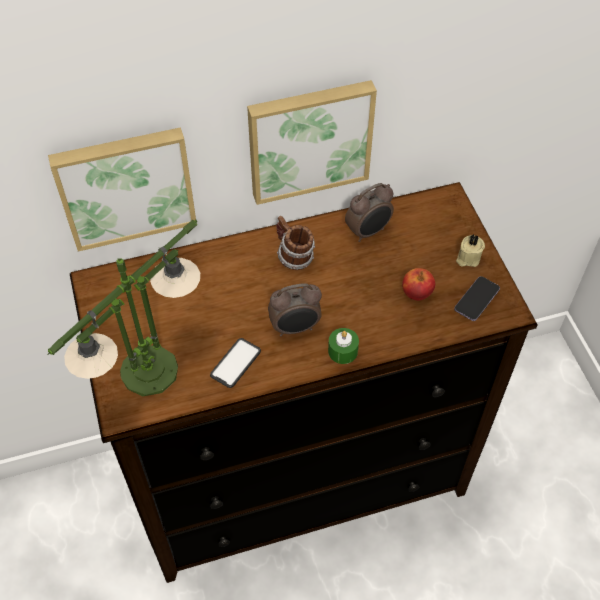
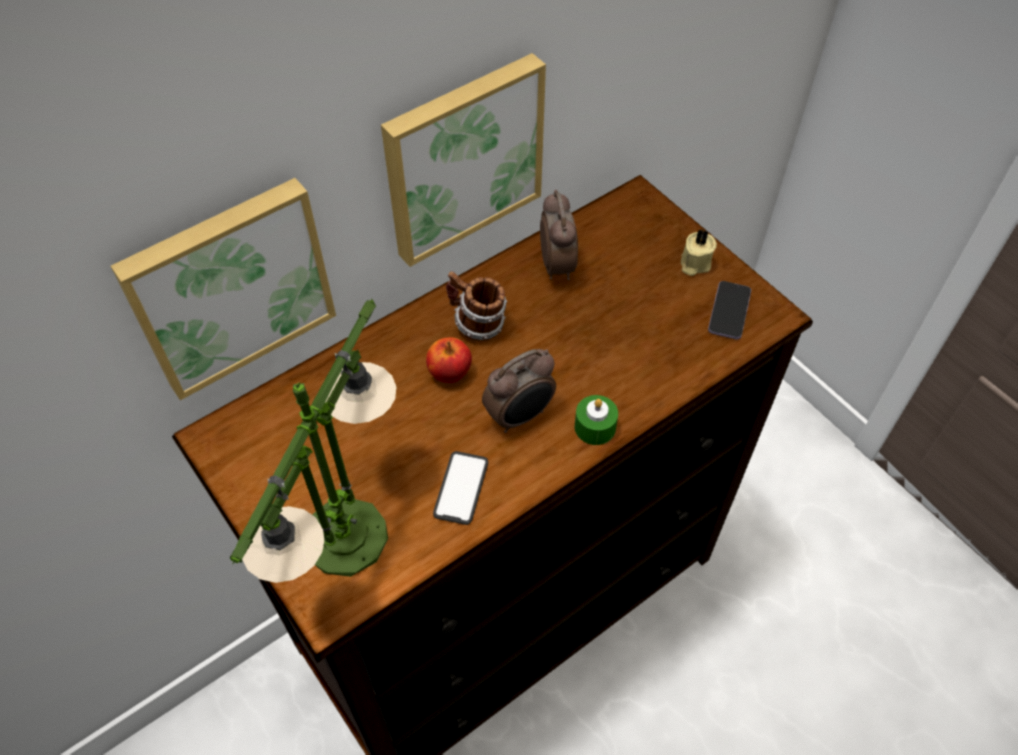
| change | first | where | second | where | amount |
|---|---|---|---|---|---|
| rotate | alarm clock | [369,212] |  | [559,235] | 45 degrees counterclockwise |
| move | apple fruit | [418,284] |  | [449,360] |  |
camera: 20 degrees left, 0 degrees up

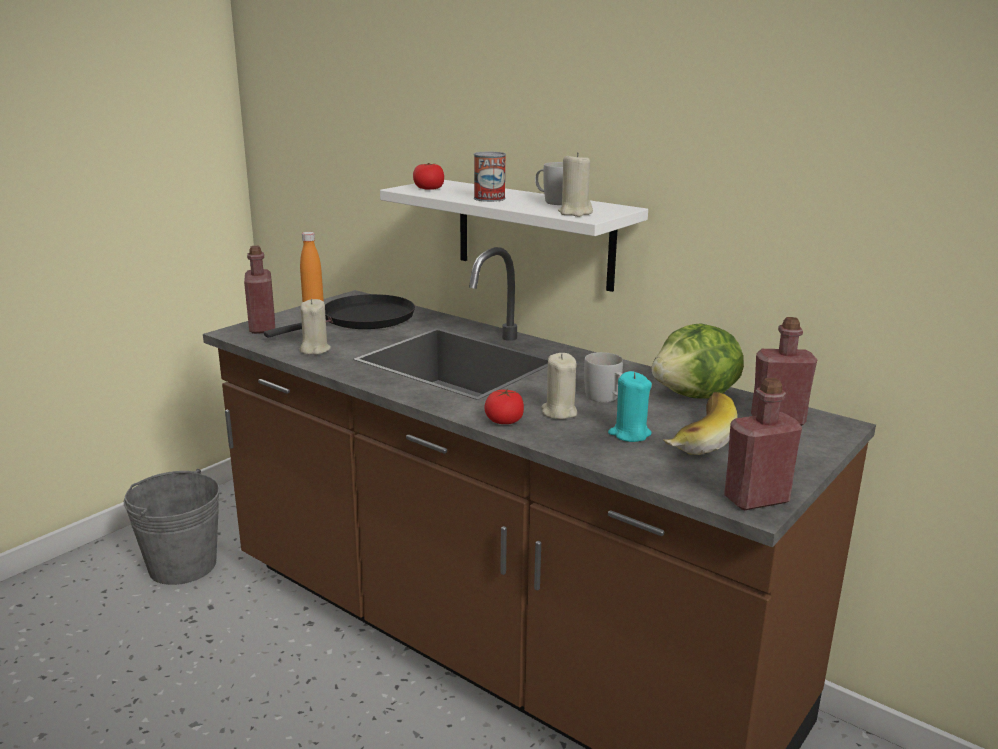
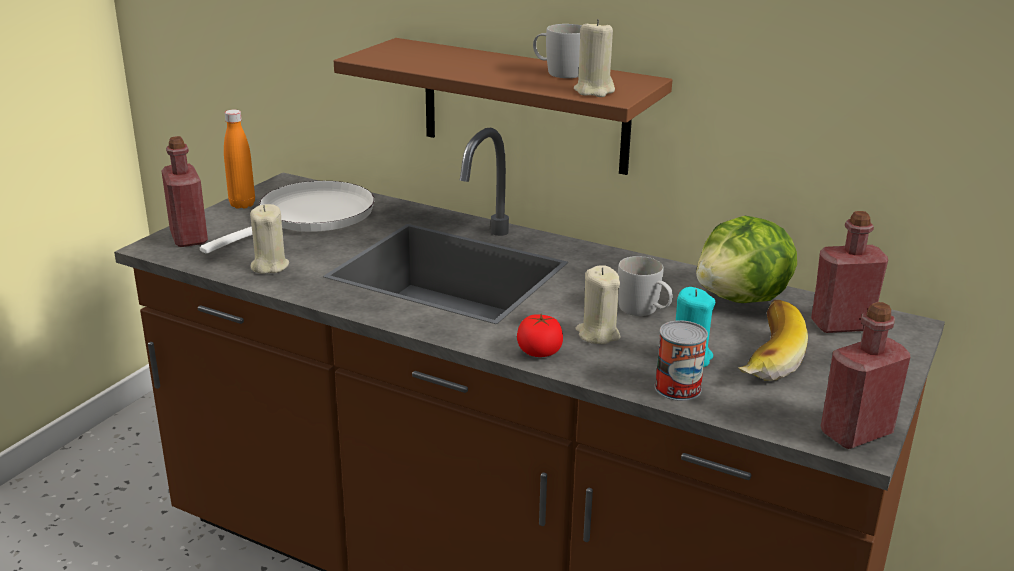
| change | first | where | second | where | amount |
|---|---|---|---|---|---|
| move | can | [490,177] |  | [681,360] |  |
| delete | whole tomato | [428,176] |  |  |  |
| recolor | white bracket shelf | [514,236] | brown-coloured bracket shelf | [503,106] |  |
| recolor | black frying pan | [339,316] | white frying pan | [287,217] |  |
| delete | grey bucket | [172,527] |  |  |  |
camera: 10 degrees left, 5 degrees up

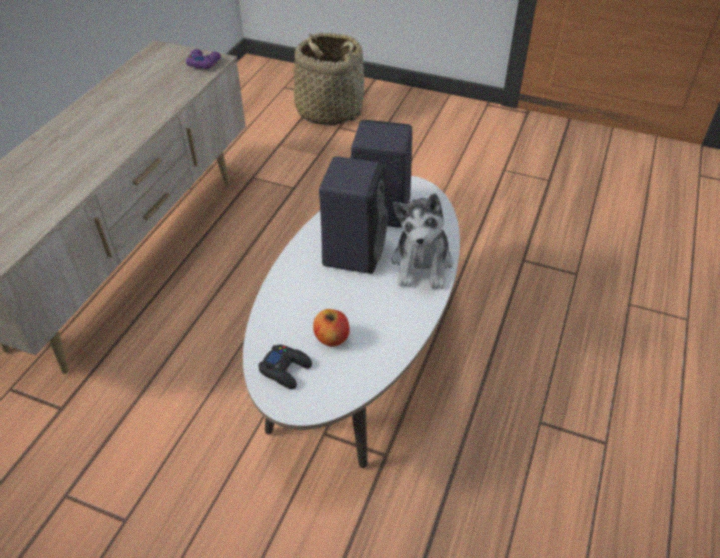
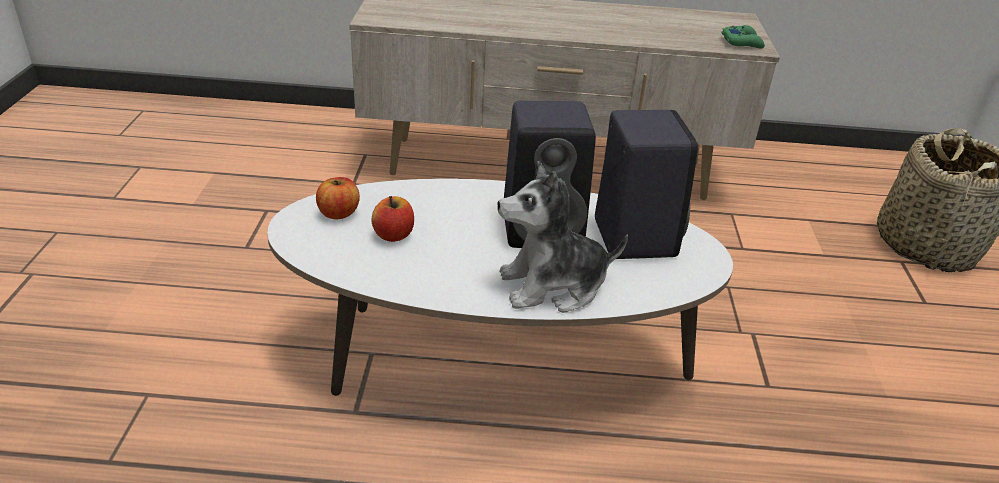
| change | first | where | second | where | amount |
|---|---|---|---|---|---|
| recolor | purple gamepad | [203,59] | green gamepad | [743,36] |  |
| replace | black gamepad | [285,367] | apple fruit | [338,198] |  |
camera: 70 degrees right, 10 degrees down

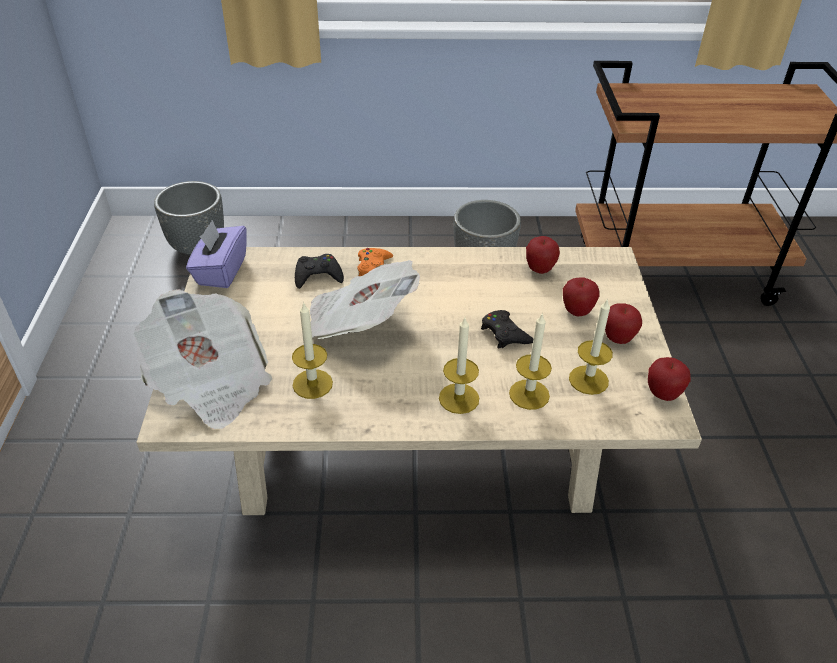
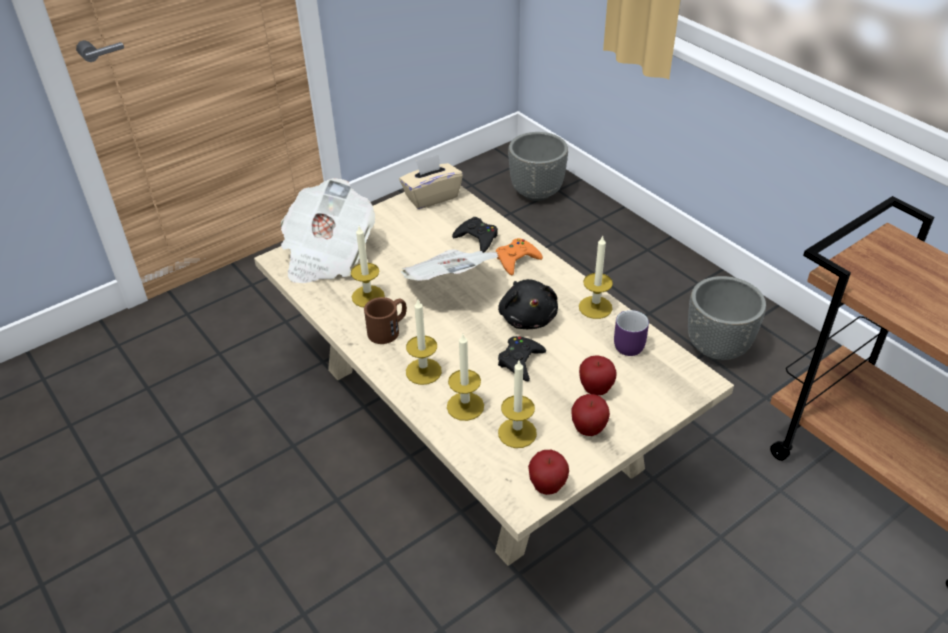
| change | first | where | second | where | amount |
|---|---|---|---|---|---|
| recolor | purple box of tissues | [216,254] | beige box of tissues | [431,181] |  |
| replace | apple fruit | [543,255] | purple mug | [631,333] |  |
| insert |  |  | candle | [596,277] |  |
| insert |  |  | black plush toy | [528,304] |  |
| insert |  |  | brown-coloured mug | [385,320] |  |
camera: 55 degrees right, 0 degrees up

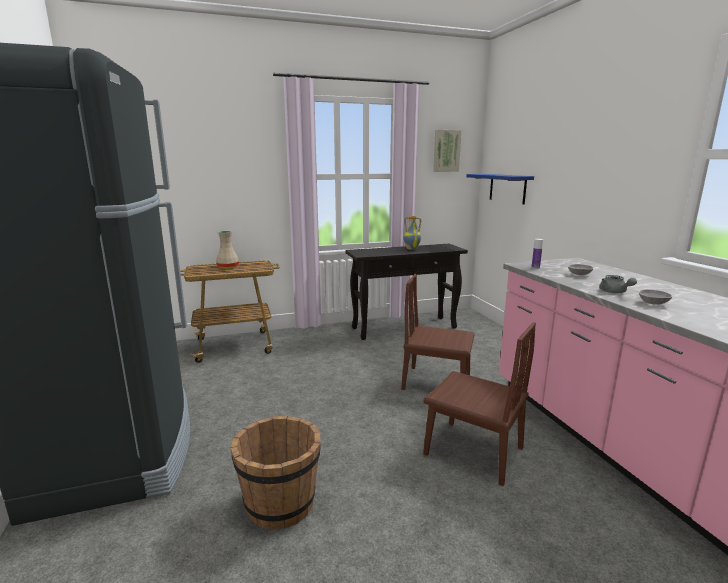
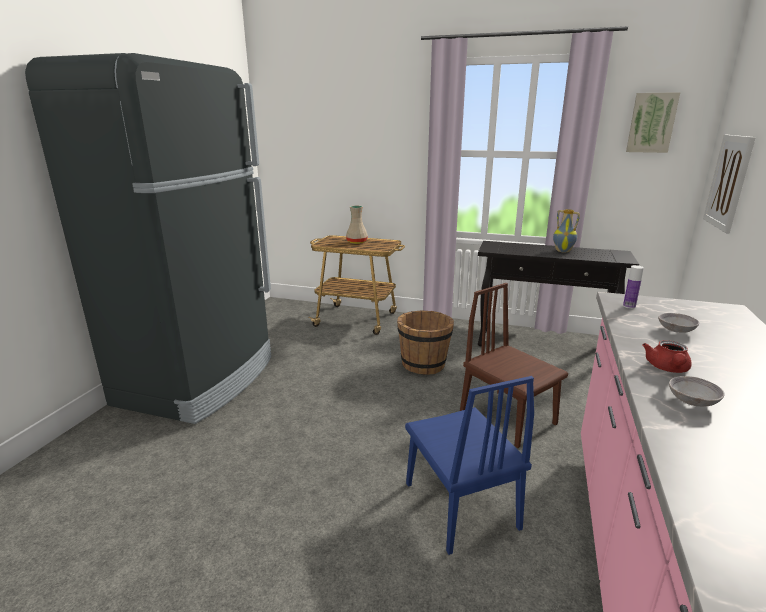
| change | first | where | second | where | amount |
|---|---|---|---|---|---|
| replace | blue bracket shelf | [500,189] | picture | [729,184] |  |
| recolor | grey pot for tea | [618,284] | reddish pot for tea | [667,356] |  |
| recolor | brown-coloured upright chair | [479,404] | blue upright chair | [469,465] |  |
| move | brown-coloured bucket | [275,472] |  | [425,343] |  |
camera: 35 degrees right, 5 degrees up

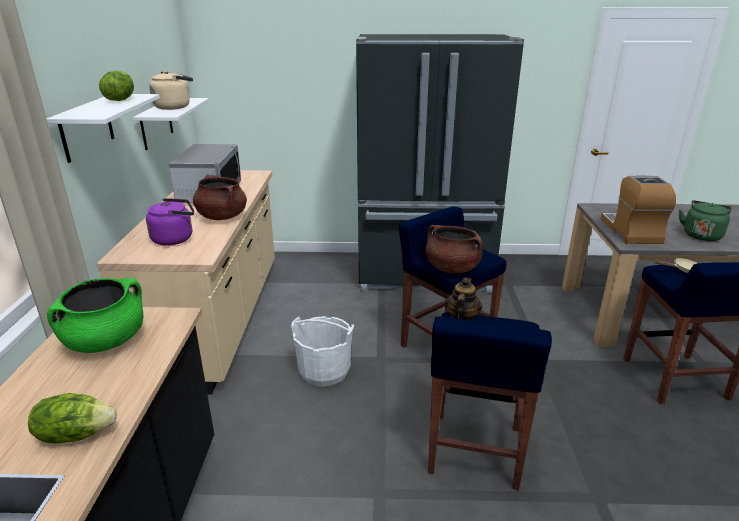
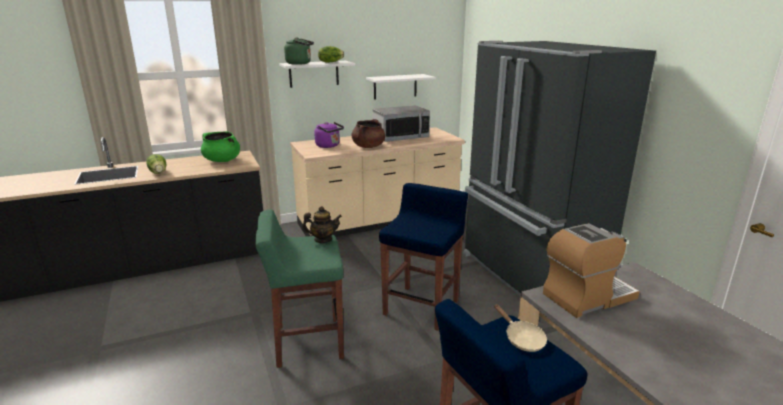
| change | first | where | second | where | amount |
|---|---|---|---|---|---|
| delete | beige water kettle | [171,90] |  |  |  |
| move | green water kettle | [705,220] |  | [299,51] |  |
| delete | brown-coloured cooking pot | [454,249] |  |  |  |
| recolor | blue sitting stool | [490,401] | green sitting stool | [299,288] |  |
| delete | white bucket | [322,351] |  |  |  |
camera: 65 degrees right, 5 degrees down

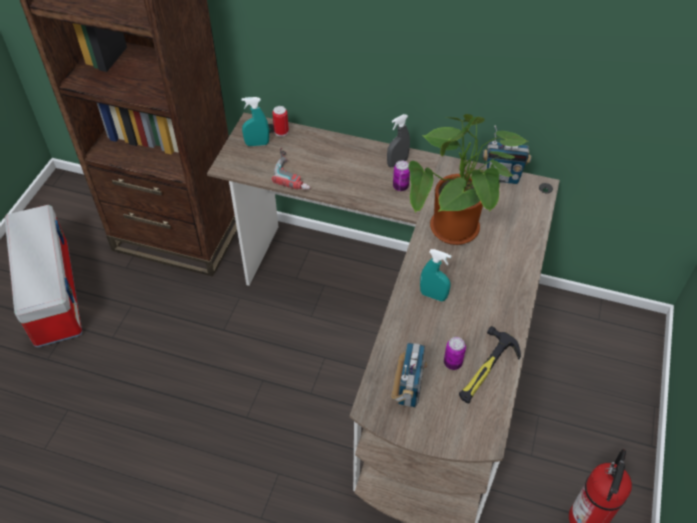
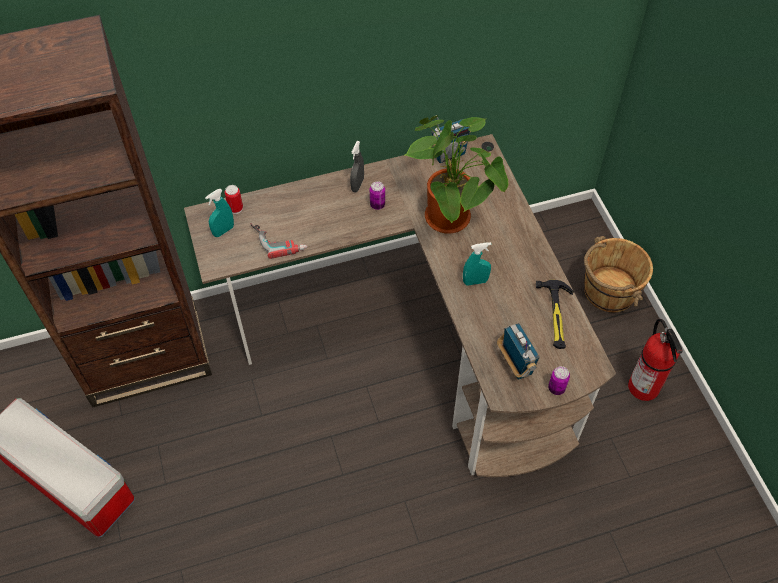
| change | first | where | second | where | amount |
|---|---|---|---|---|---|
| move | can | [455,353] |  | [559,380] |  |
| insert |  |  | brown-coloured bucket | [618,274] |  |
camera: 35 degrees left, 5 degrees up

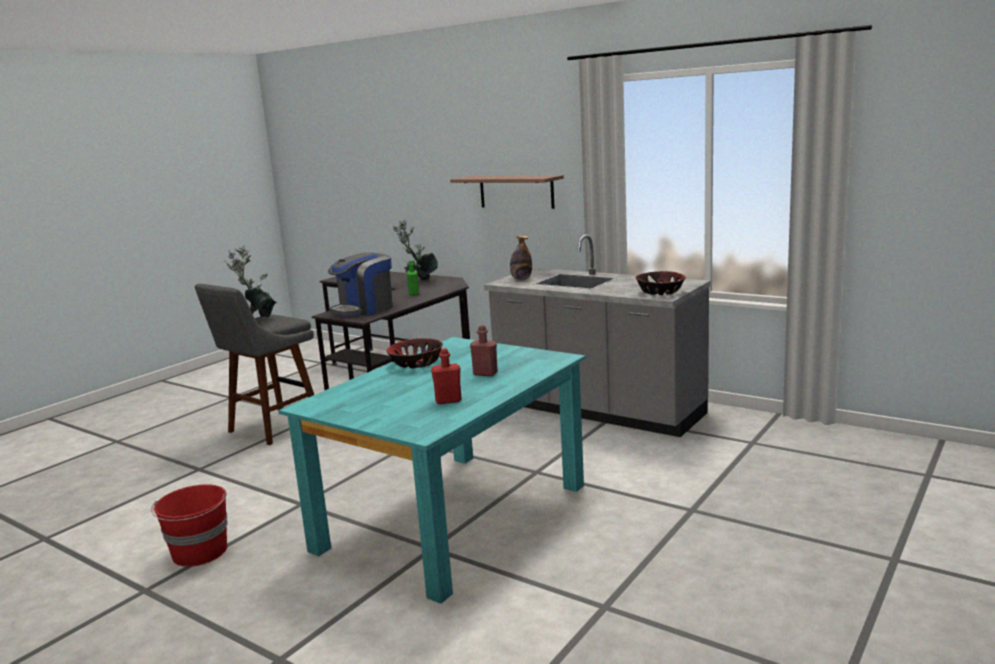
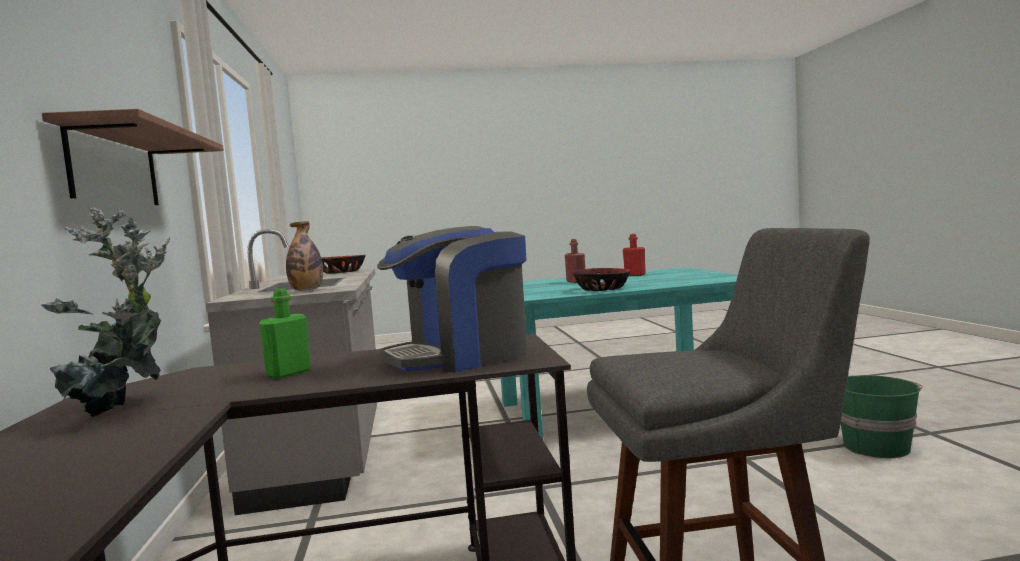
| change | first | where | second | where | amount |
|---|---|---|---|---|---|
| delete | potted plant | [250,281] |  |  |  |
| rotate | coffee machine | [360,284] |  | [452,299] | 150 degrees clockwise |
| recolor | reddish bucket | [189,525] | green bucket | [882,416] |  |
camera: 135 degrees left, 10 degrees down

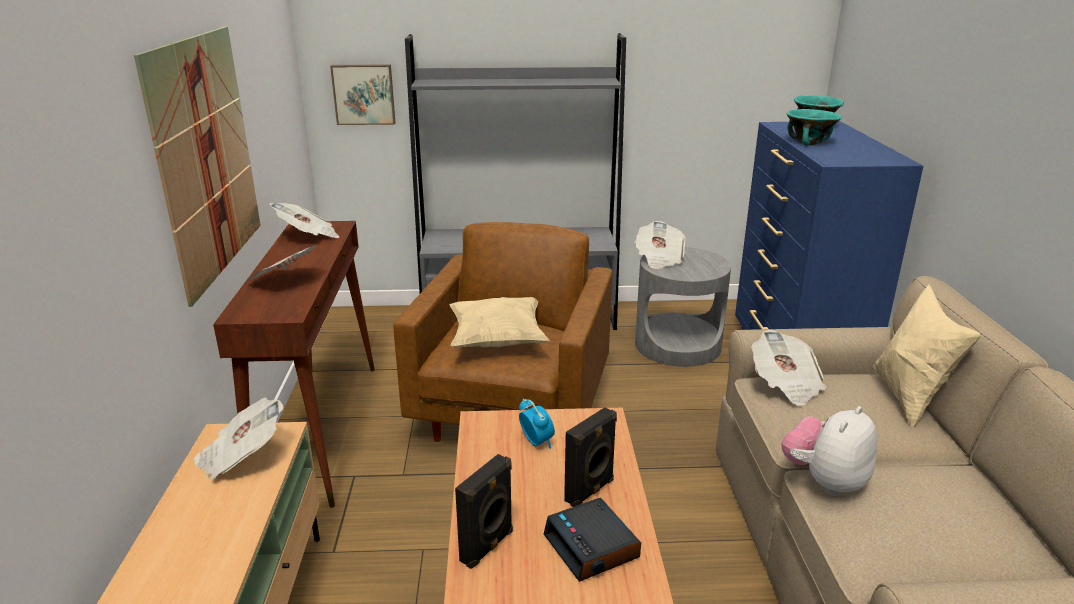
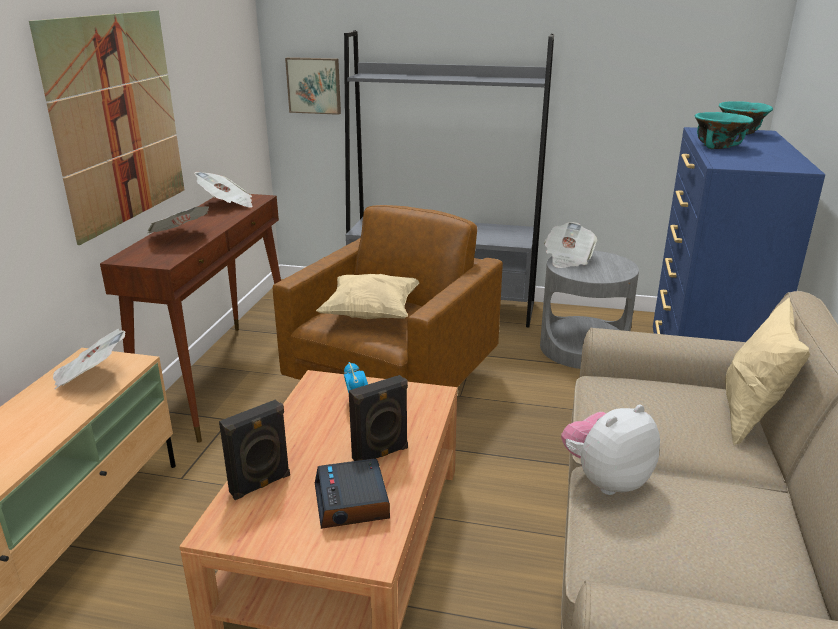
| change | first | where | second | where | amount |
|---|---|---|---|---|---|
| delete | printed paper | [788,368] |  |  |  |
camera: 15 degrees right, 0 degrees up

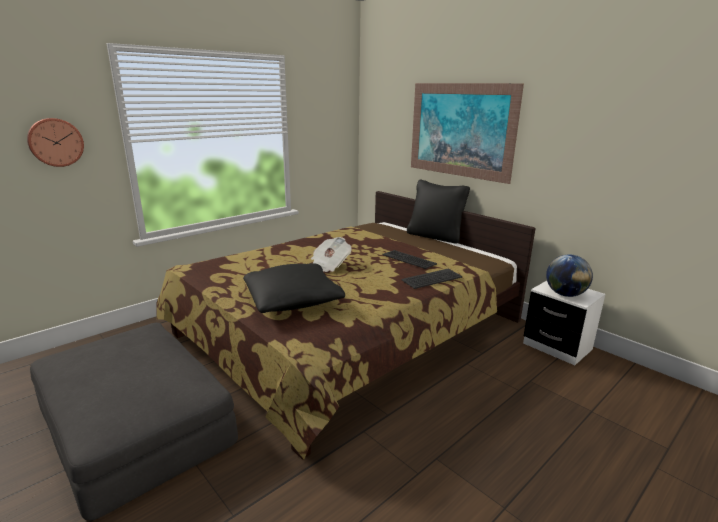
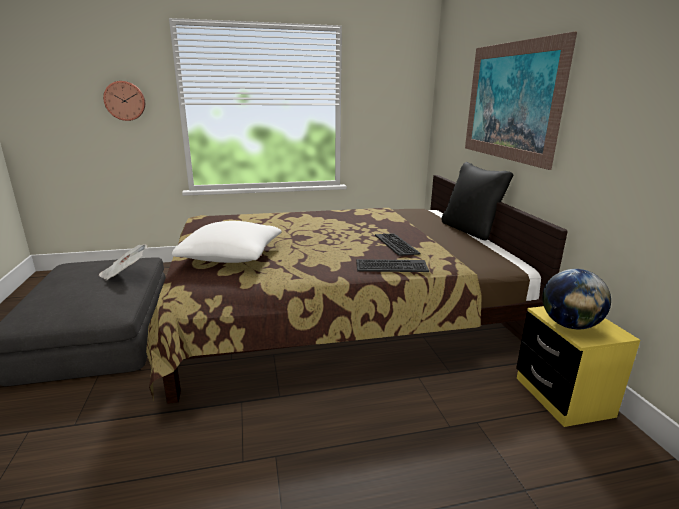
| change | first | where | second | where | amount |
|---|---|---|---|---|---|
| move | printed paper | [331,254] |  | [123,262] |  |
| recolor | black throw pillow | [294,288] | white throw pillow | [227,242] |  |
| recolor | white night table | [564,323] | yellow-coloured night table | [578,366] |  |
camera: 30 degrees right, 0 degrees up

